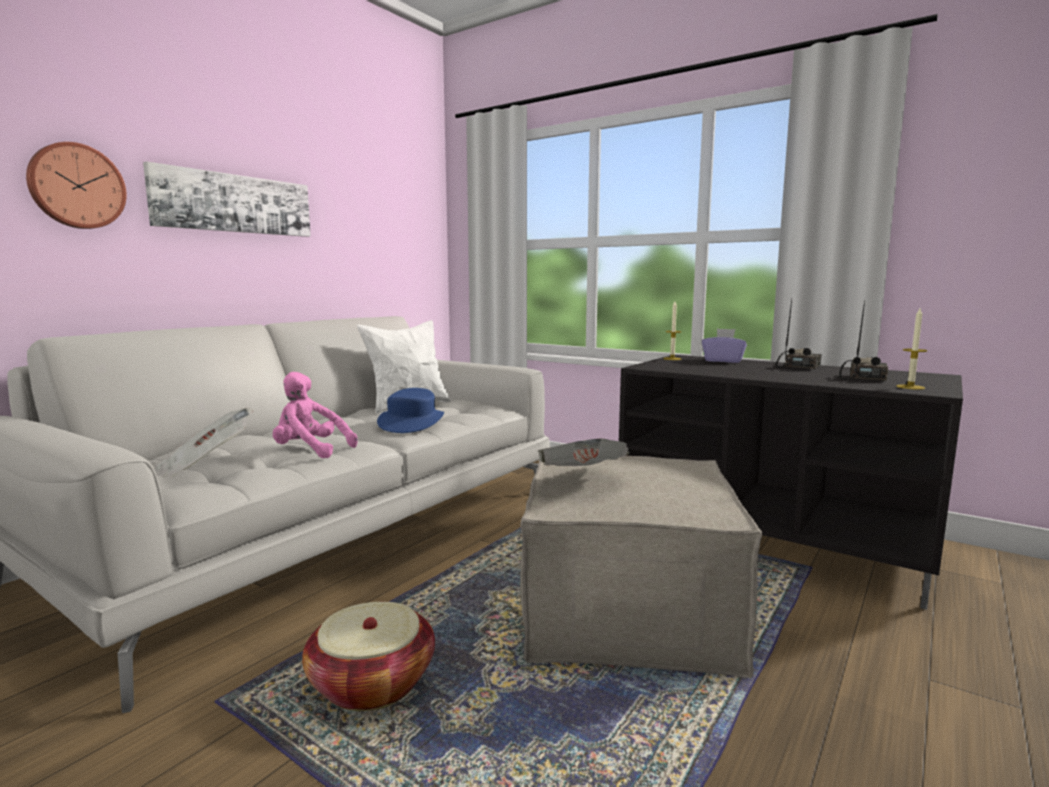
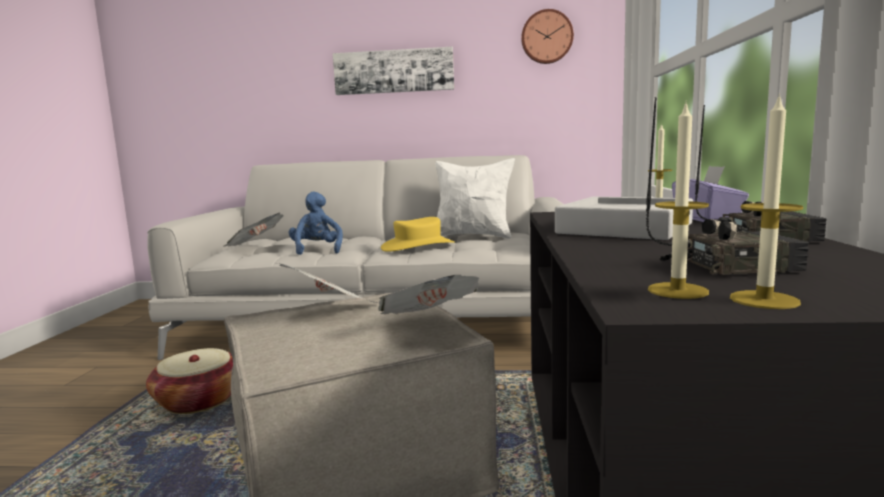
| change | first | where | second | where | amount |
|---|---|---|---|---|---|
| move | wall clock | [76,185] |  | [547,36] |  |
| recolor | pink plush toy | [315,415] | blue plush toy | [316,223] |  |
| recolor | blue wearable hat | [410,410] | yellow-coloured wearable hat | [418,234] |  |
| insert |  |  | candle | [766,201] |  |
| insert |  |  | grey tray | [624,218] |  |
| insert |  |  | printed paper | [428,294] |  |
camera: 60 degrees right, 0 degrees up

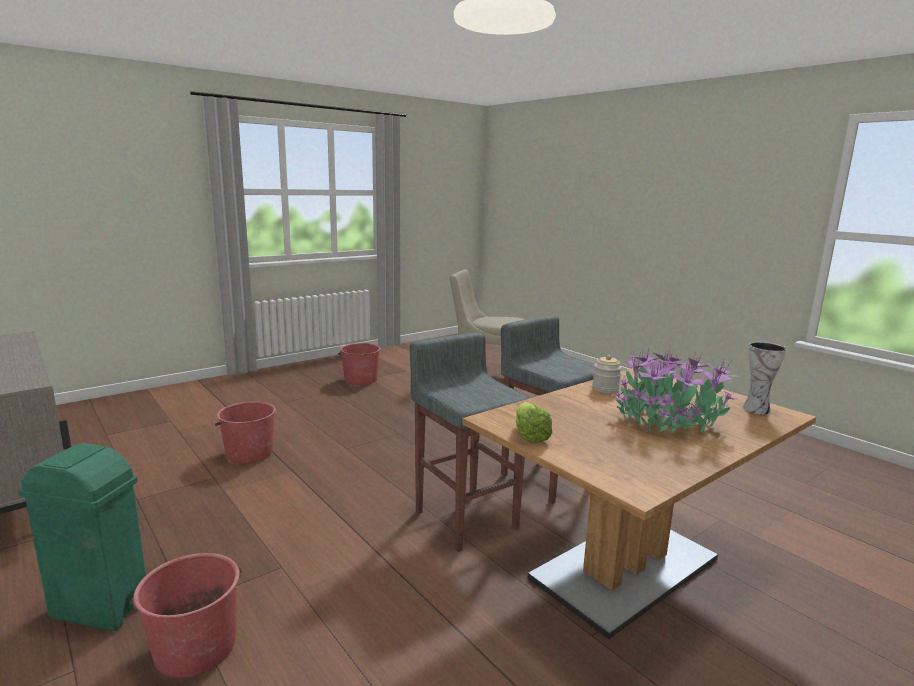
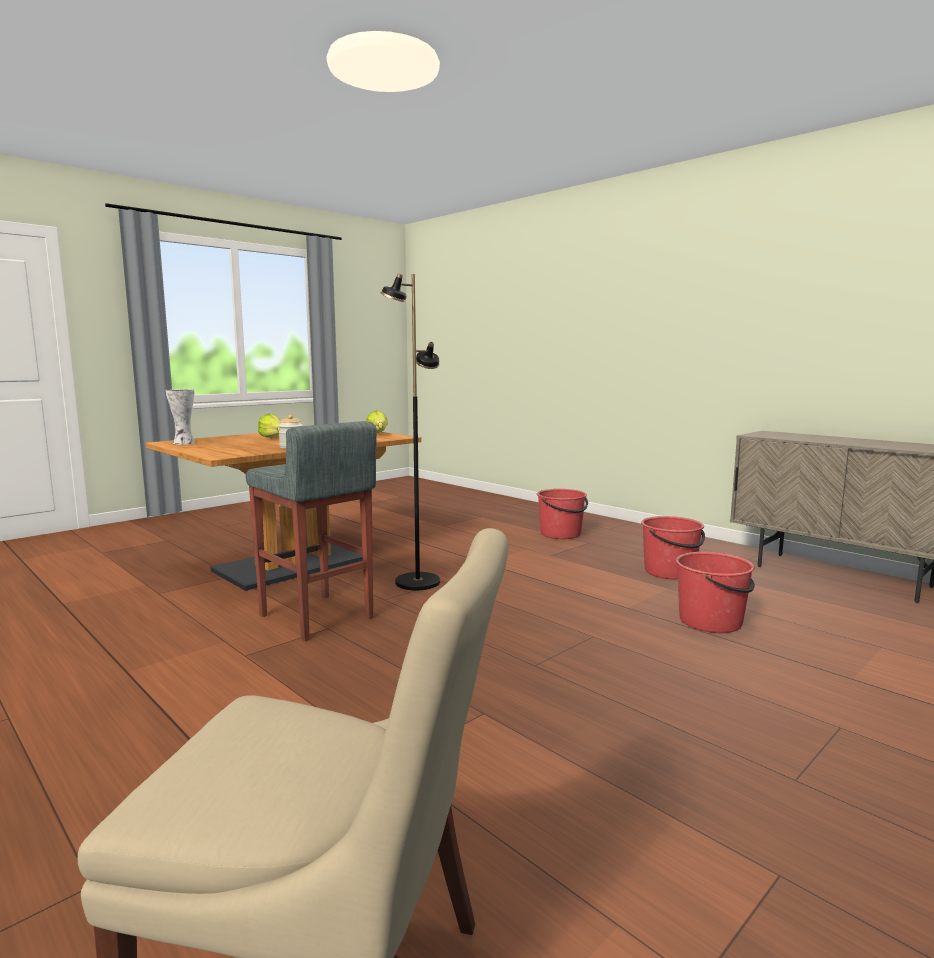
| change | first | where | second | where | amount |
|---|---|---|---|---|---|
| replace | grey sitting stool | [470,442] | black standard lamp | [410,431] |  |
| move | reddish bucket | [359,364] |  | [673,547] |  |
| replace | potted plant | [675,389] | lettuce | [269,426] |  |
| delete | green rubbish bin | [82,537] |  |  |  |
camera: 175 degrees right, 5 degrees down

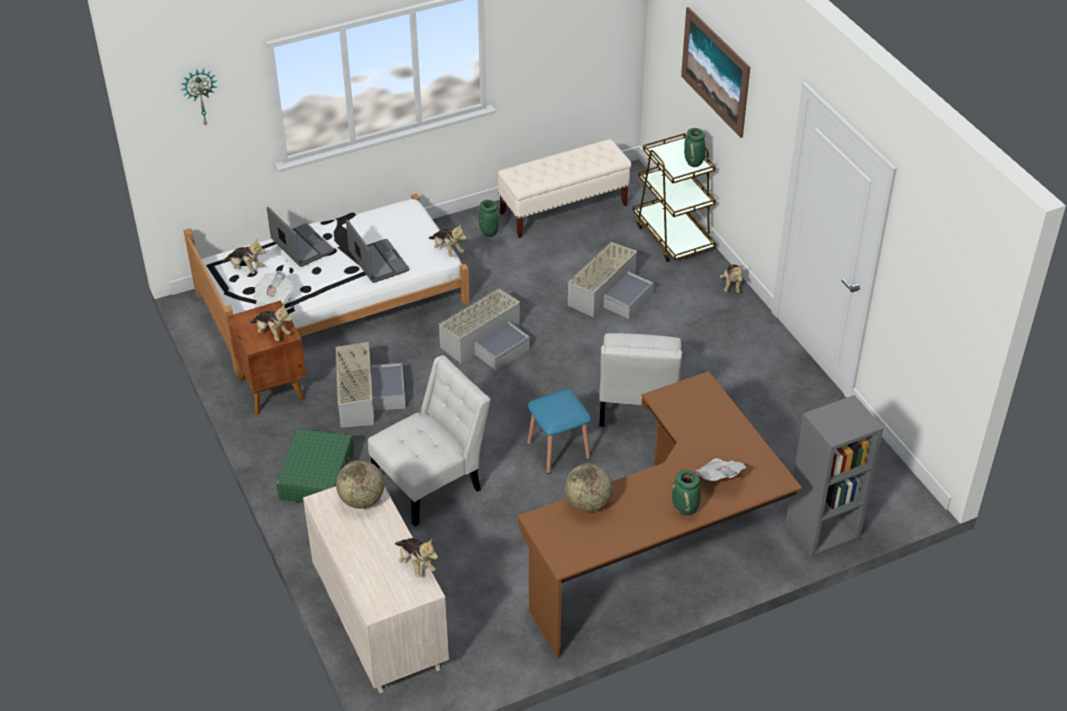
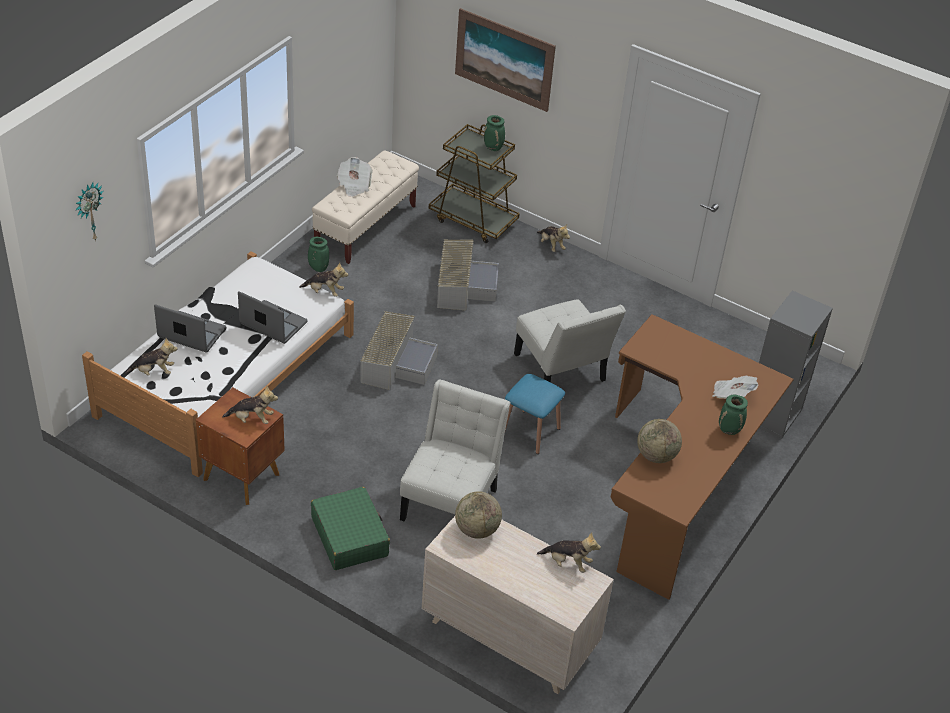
| change | first | where | second | where | amount |
|---|---|---|---|---|---|
| move | printed paper | [273,289] |  | [355,177] |  |
| delete | grey storage container | [370,385] |  |  |  |
camera: 35 degrees left, 0 degrees up

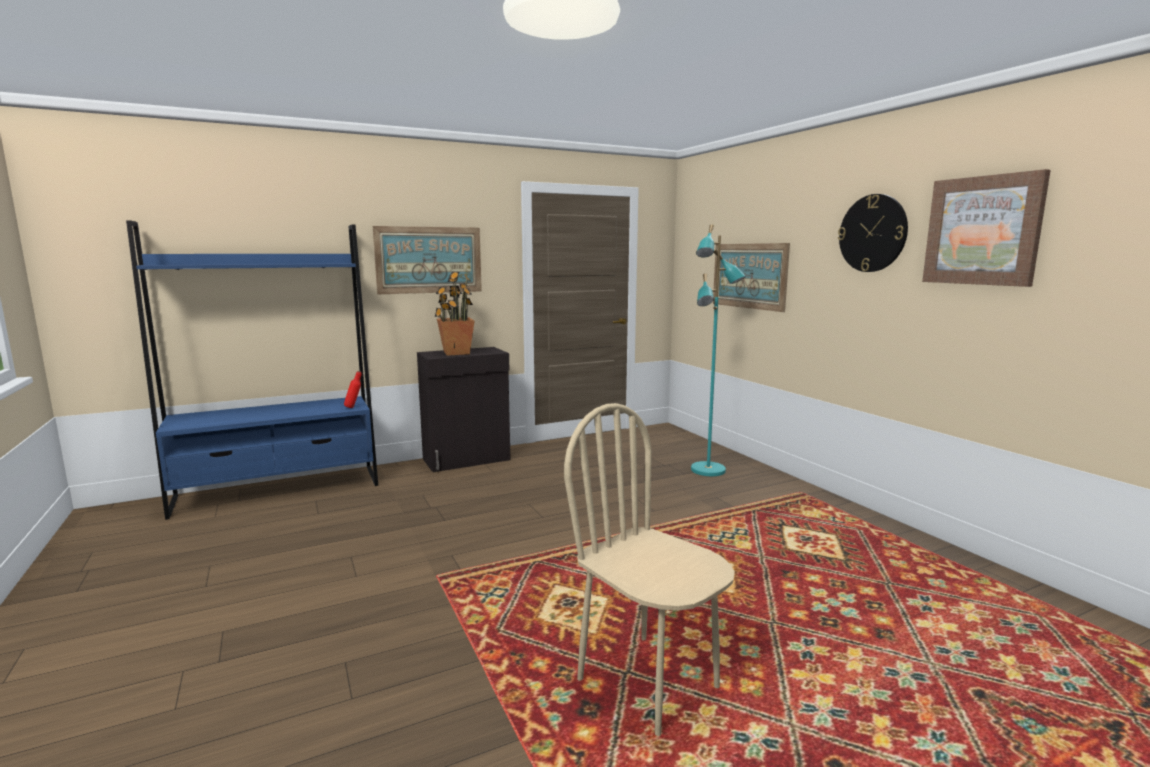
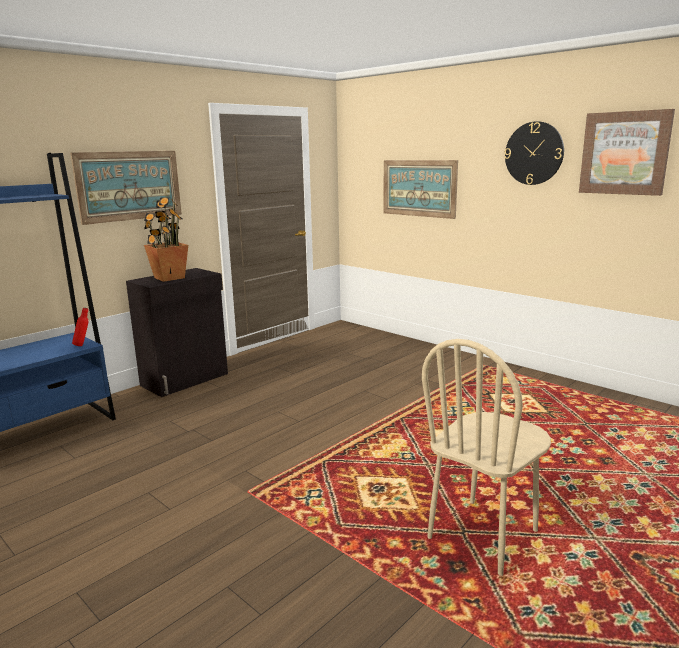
| change | first | where | second | where | amount |
|---|---|---|---|---|---|
| delete | blue-green standard lamp | [718,350] |  |  |  |
| rotate | beige upright chair | [649,569] |  | [486,457] | 75 degrees counterclockwise |
camera: 20 degrees left, 5 degrees up

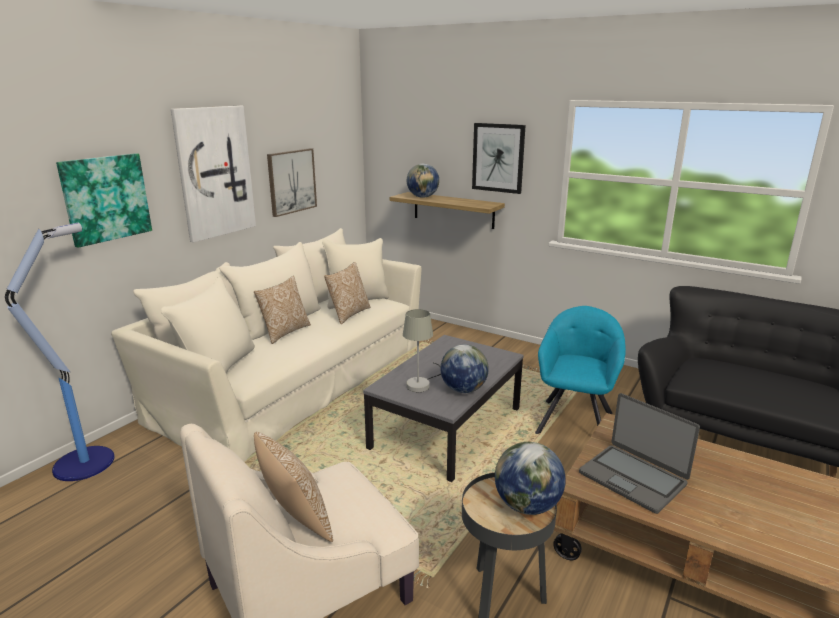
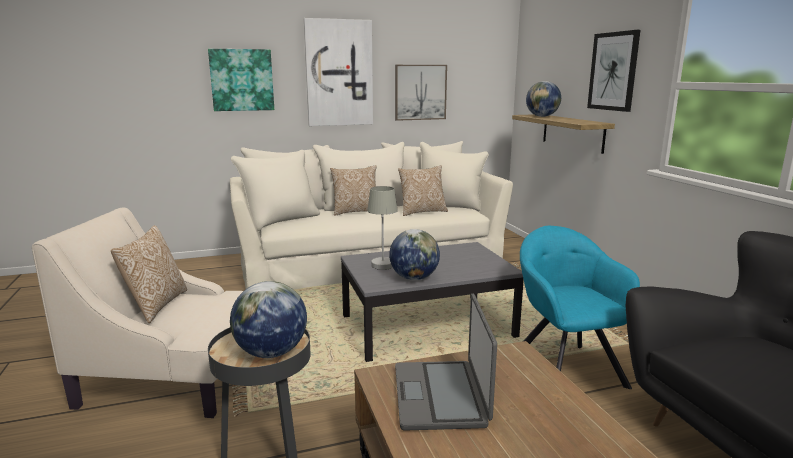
| change | first | where | second | where | amount |
|---|---|---|---|---|---|
| delete | standard lamp | [60,352] |  |  |  |
| rotate | blue-green armchair | [580,370] |  | [580,307] | 75 degrees counterclockwise |
camera: 40 degrees right, 5 degrees down

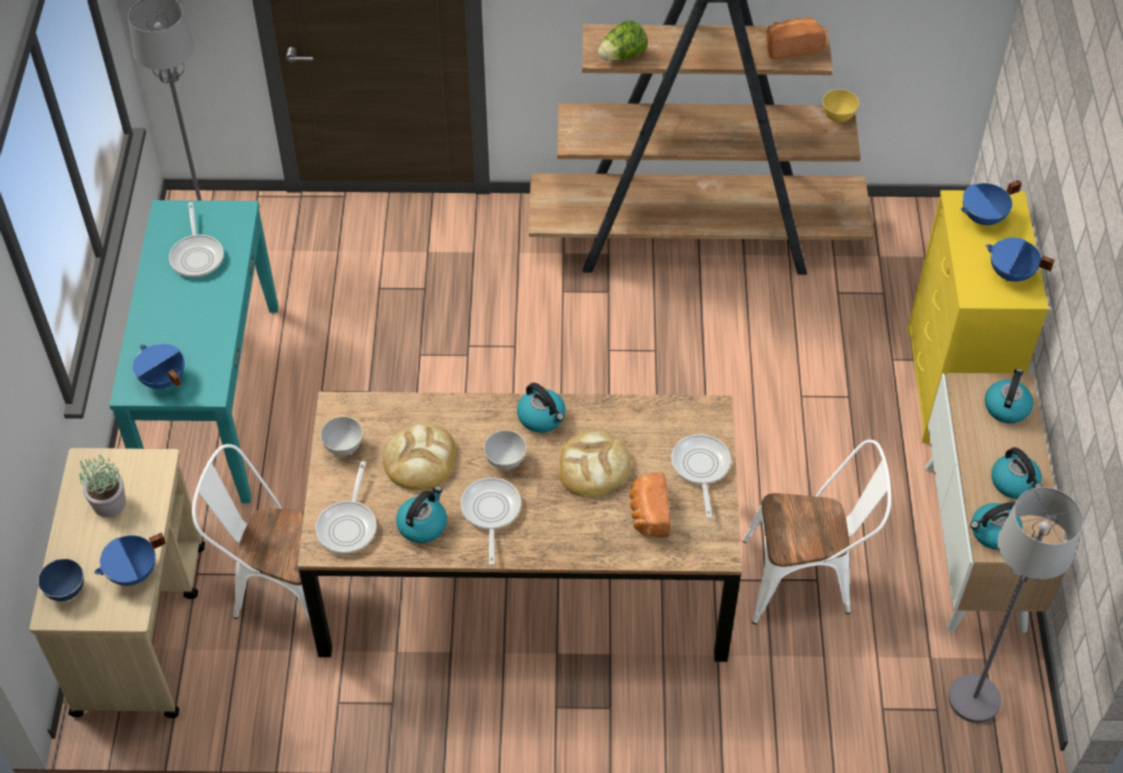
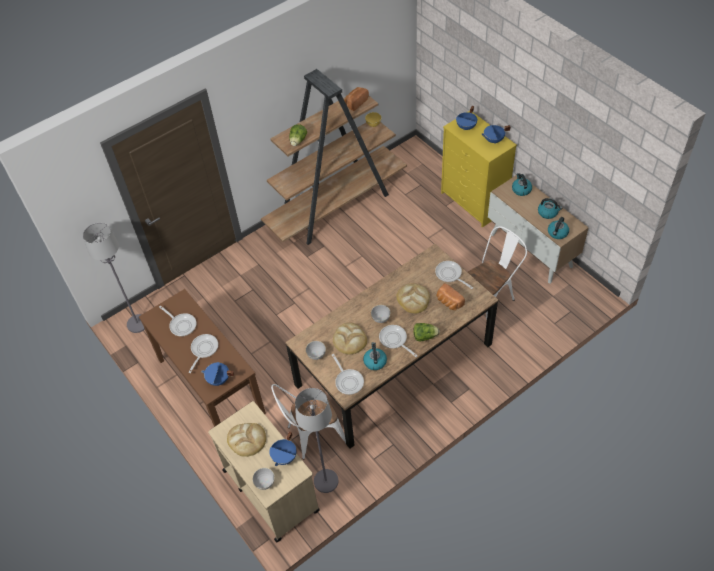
| change | first | where | second | where | amount |
|---|---|---|---|---|---|
| recolor | blue-green hall table | [193,351] | brown-coloured hall table | [202,358] |  |
| delete | water kettle | [541,408] |  |  |  |
| replace | potted plant | [102,486] | baked bread | [246,440] |  |
| move | grey standard lamp | [1015,605] |  | [316,440] |  |
| recolor | blue deep dish | [61,579] | grey deep dish | [263,479] |  |
| insert |  |  | lettuce | [427,332] |  |
| insert |  |  | frying pan | [203,353] |  |
camera: 35 degrees left, 0 degrees up

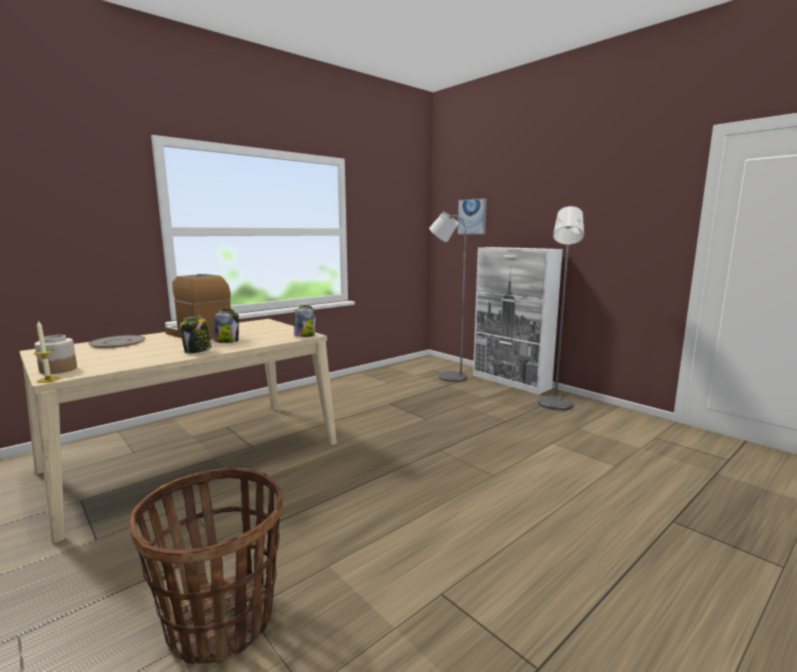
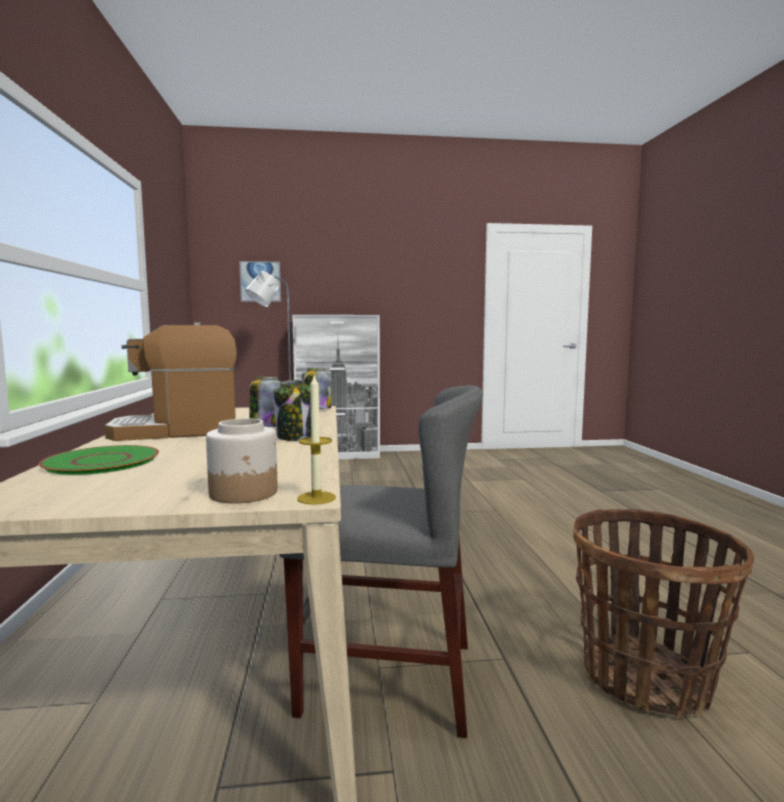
| change | first | where | second | where | amount |
|---|---|---|---|---|---|
| delete | grey standard lamp | [561,308] |  |  |  |
| recolor | grey flat dish | [116,342] | green flat dish | [99,460] |  |
| insert |  |  | grey upright chair | [381,561] |  |
camera: 55 degrees left, 5 degrees down

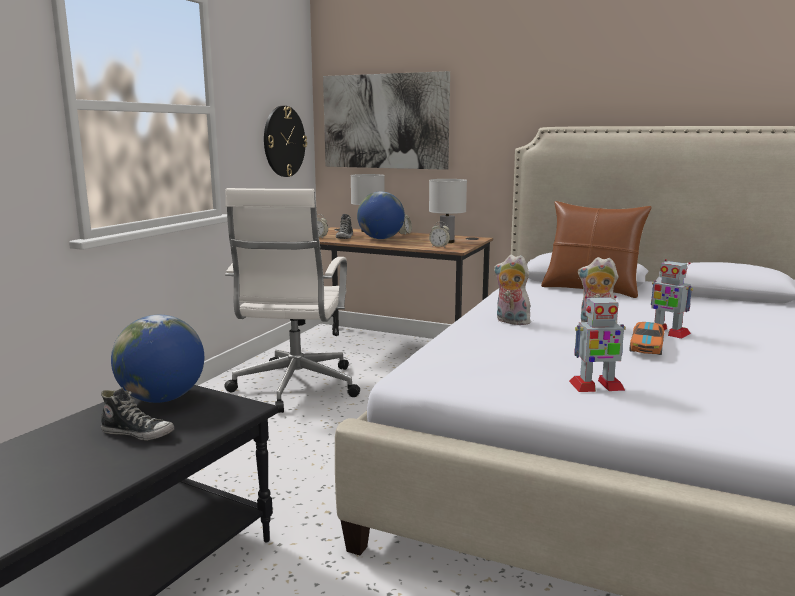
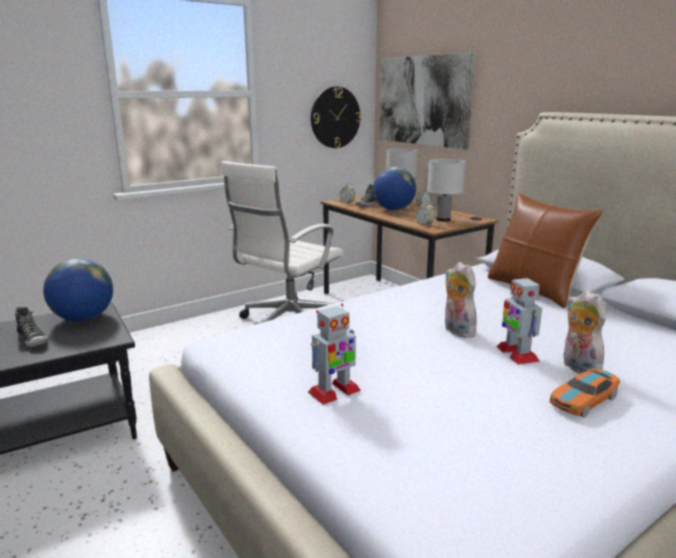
| change | first | where | second | where | amount |
|---|---|---|---|---|---|
| move | plush toy | [512,290] |  | [584,332] |  |
| rotate | robot figure | [597,344] |  | [334,354] | 60 degrees counterclockwise |
| move | model car | [646,338] |  | [585,393] |  |
camera: 30 degrees right, 5 degrees up

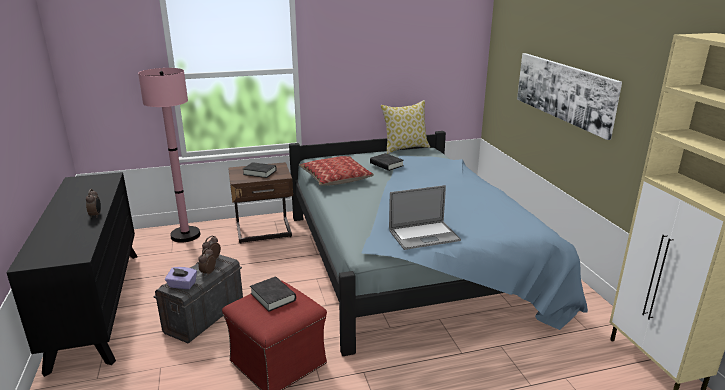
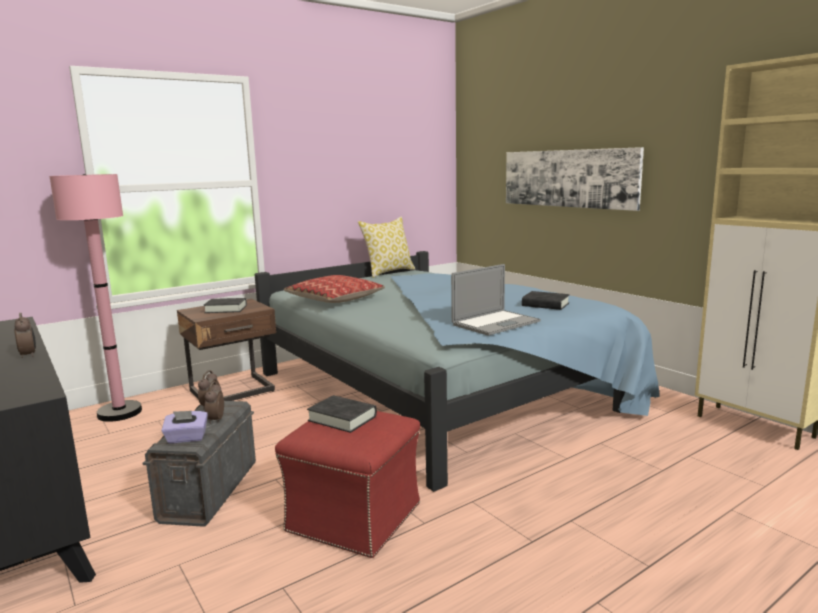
| change | first | where | second | where | amount |
|---|---|---|---|---|---|
| move | black book | [387,162] |  | [546,300] |  |
camera: 20 degrees left, 10 degrees down

